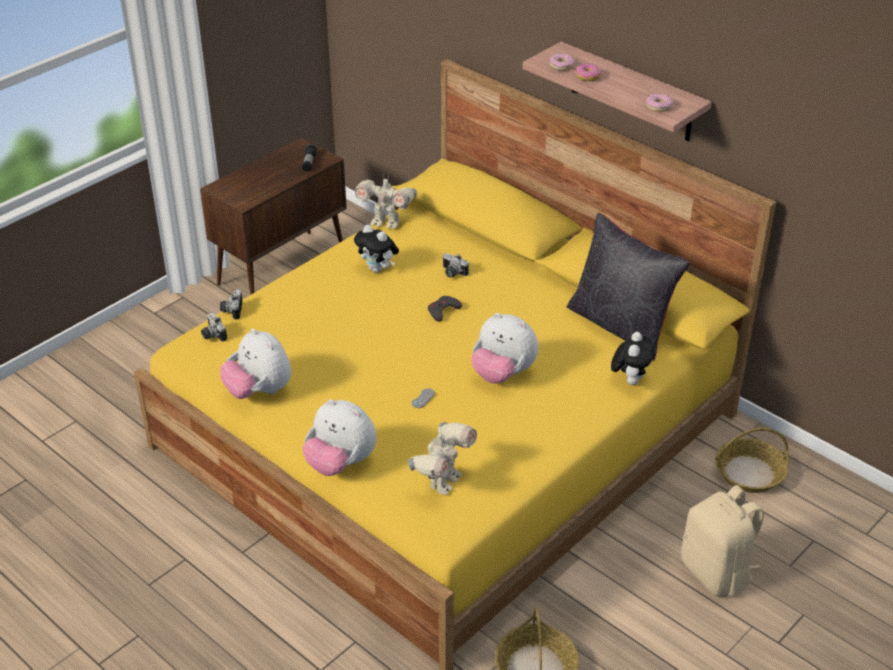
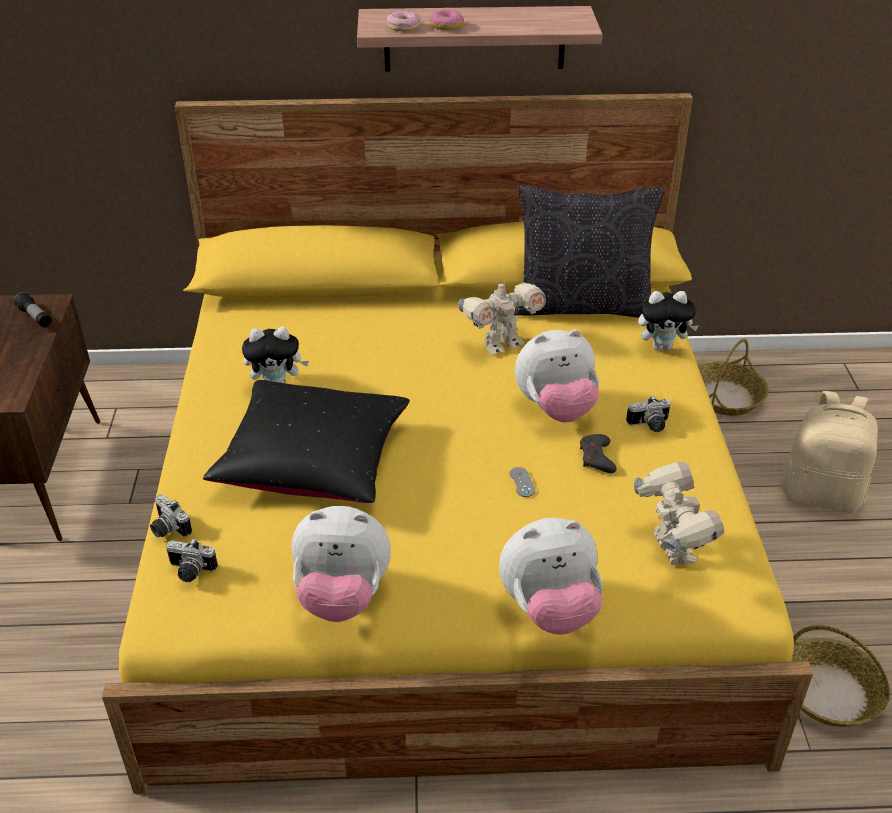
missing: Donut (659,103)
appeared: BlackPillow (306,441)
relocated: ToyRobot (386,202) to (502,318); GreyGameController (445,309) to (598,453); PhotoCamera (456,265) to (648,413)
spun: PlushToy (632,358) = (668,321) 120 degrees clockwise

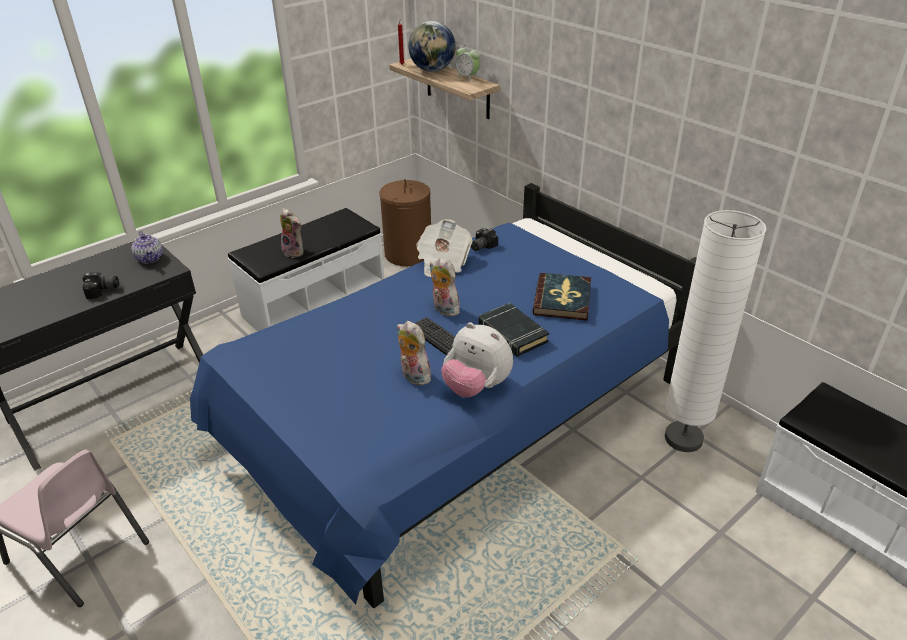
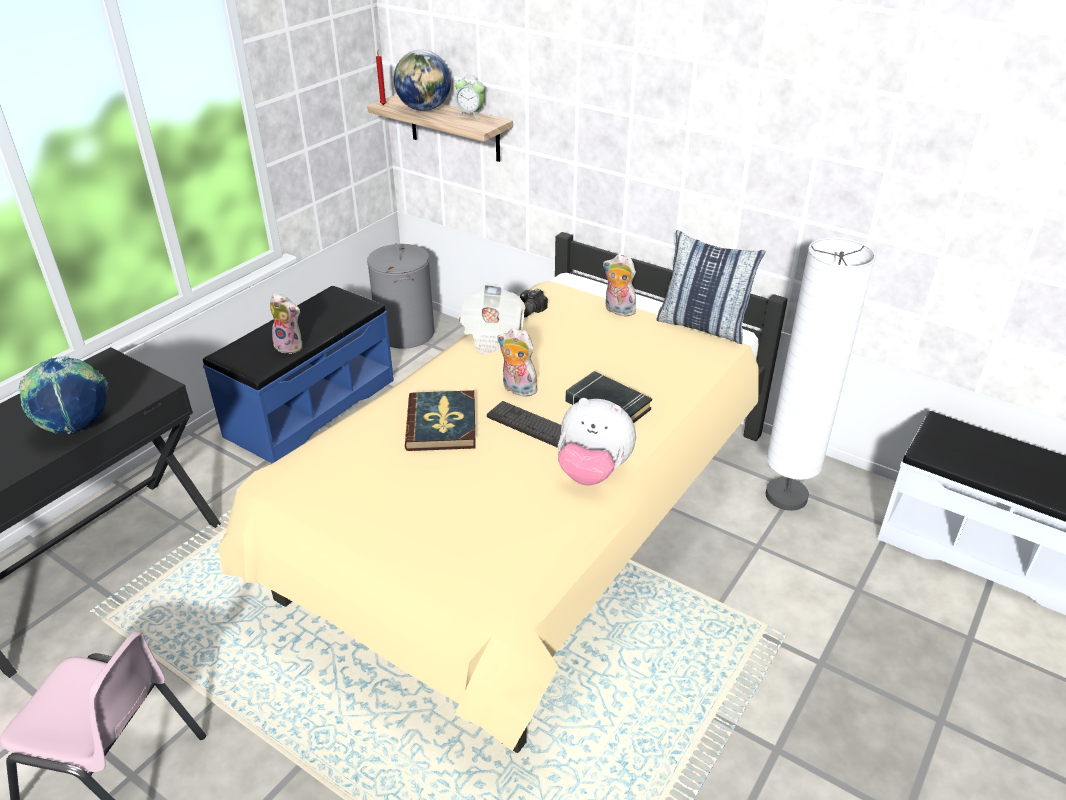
missing: Teapot (147,247)
appeared: Pillow (711,287)
relocated: PlushToy (415,353) to (619,285); Book (562,297) to (440,420)
exchanged: PhotoCamera (100,285) to Globe (64,395)
colour: BlueBed (443,395) to BeigeBed (503,492); WhiteBench (306,269) to BlueBench (298,375); BrownLaundryBasket (405,222) to GreyLaundryBasket (401,296)

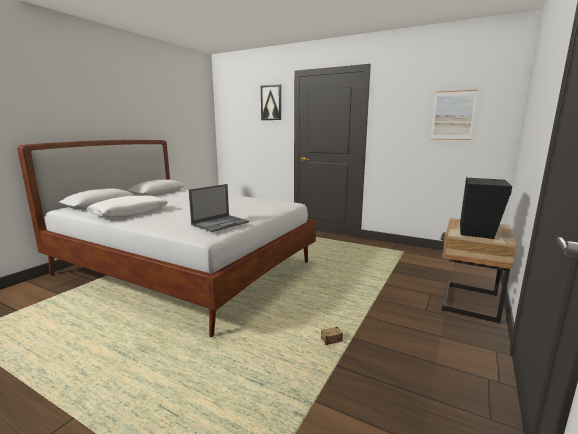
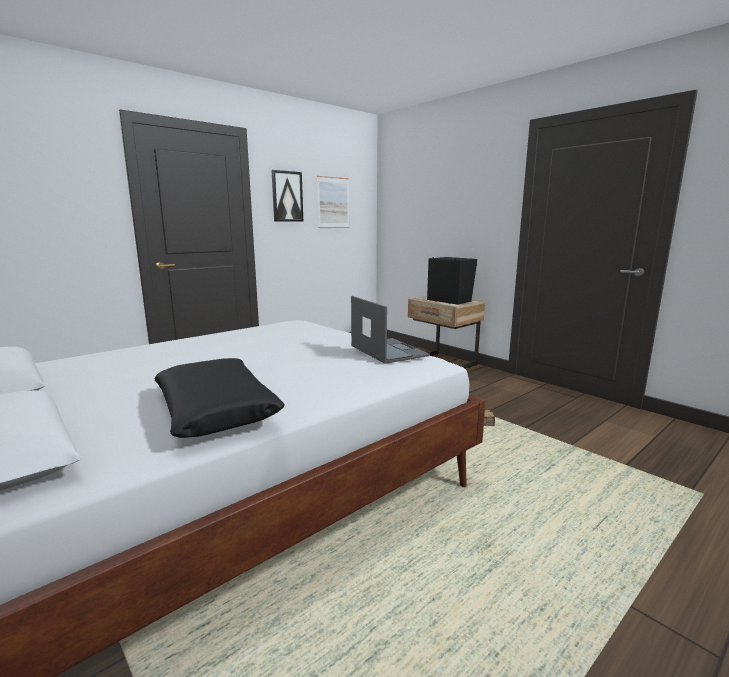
relocated: Picture (271,102) to (287,195)
colour: WhitePillow (127,206) to BlackPillow (219,398)

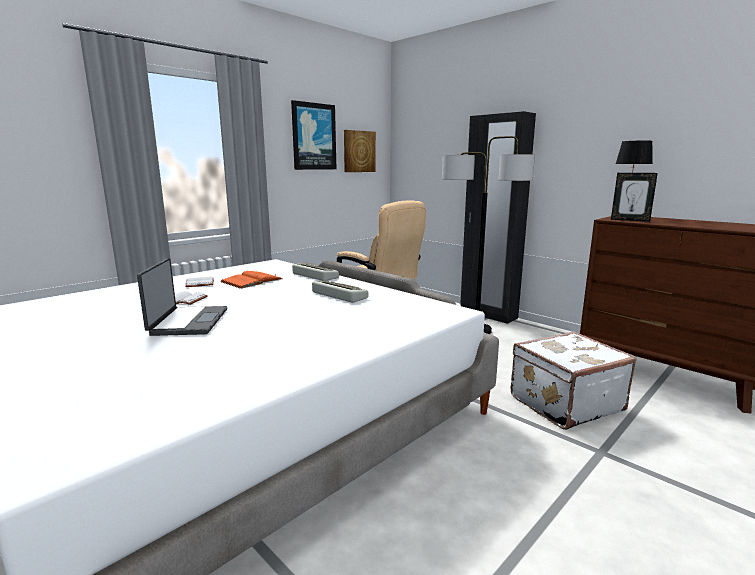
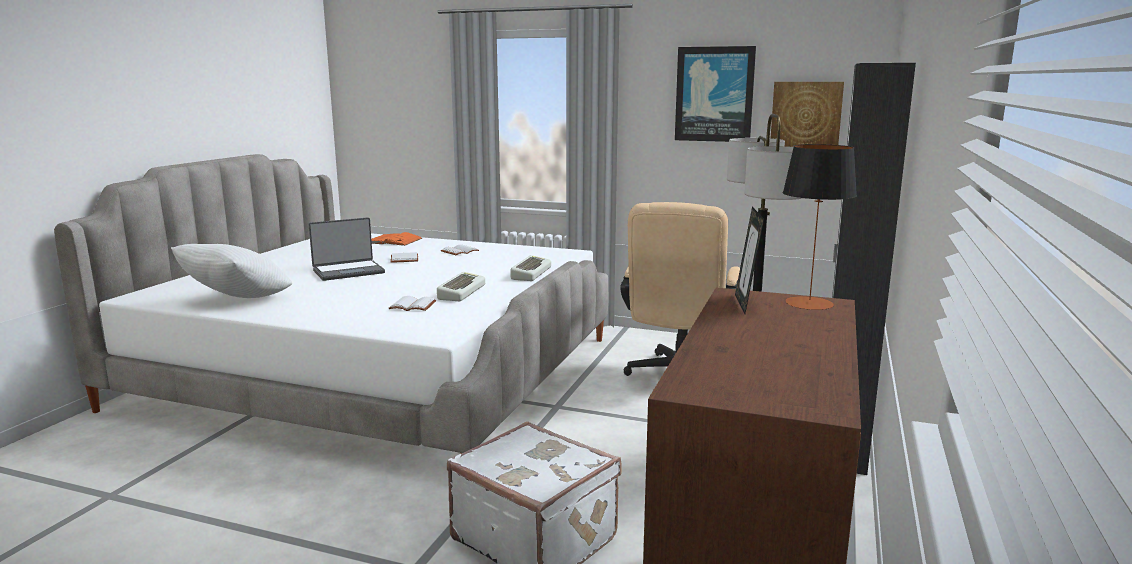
appeared: WhitePillow (232,271); WhiteBook (412,303)
relocated: OrangeBook (251,280) to (396,239)

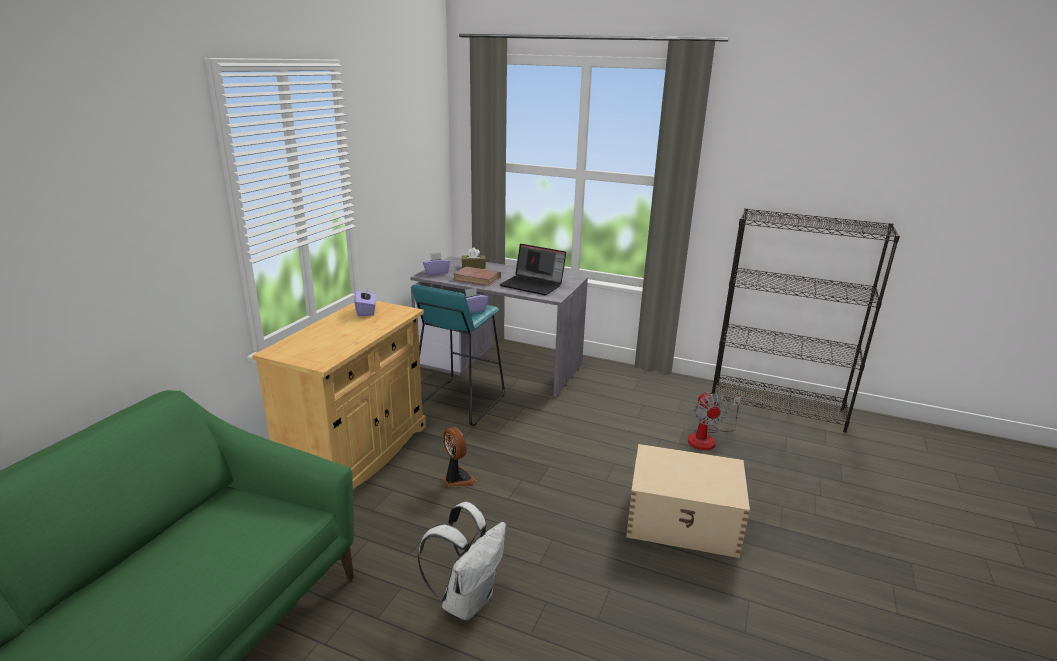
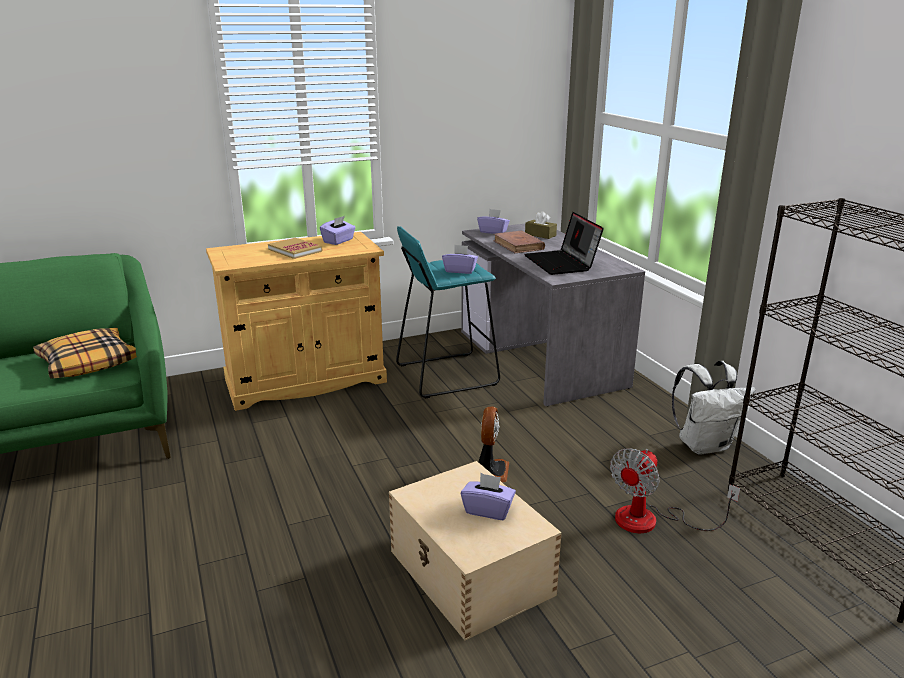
appeared: Pillow (85,353); Book (295,248); PurpleTissueBox (488,496)
relocated: WhiteBackpack (462,561) to (714,408); Fan (459,457) to (493,445)

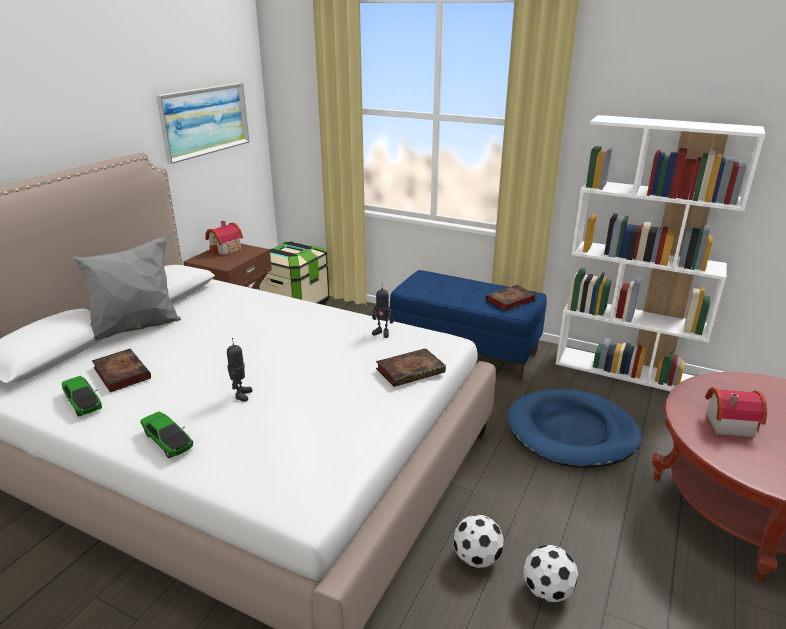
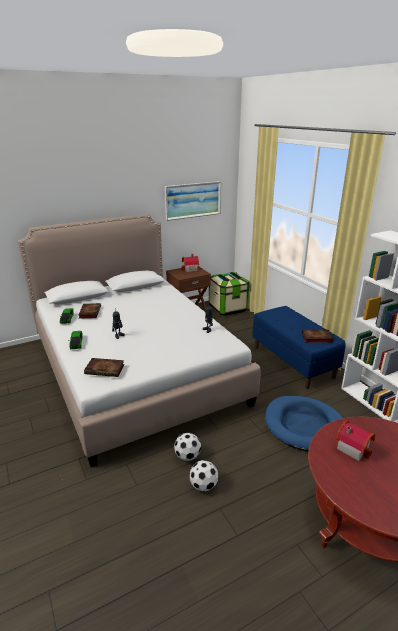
missing: GreyPillow (126,289)
relocated: Book (411,367) to (104,367)

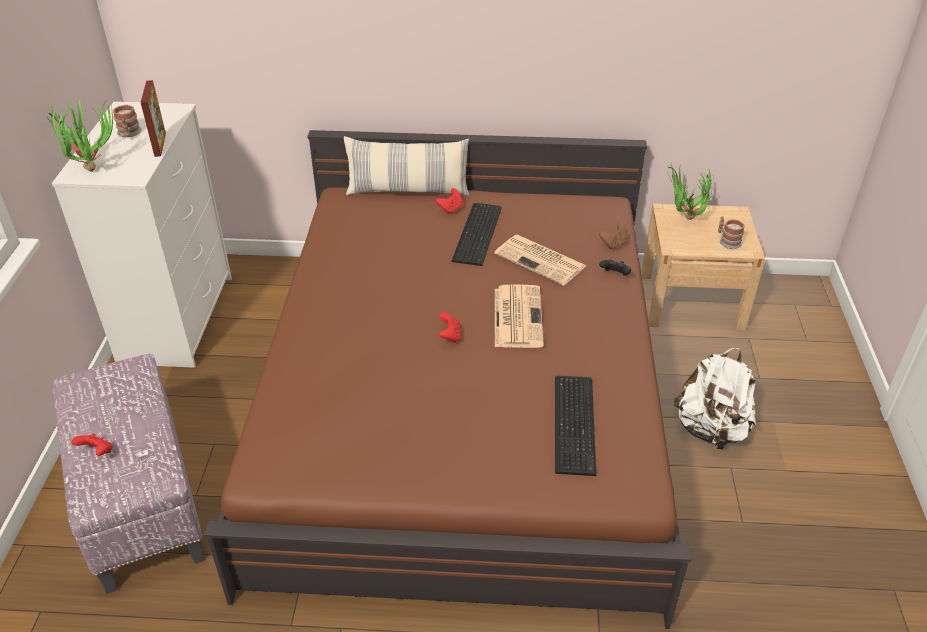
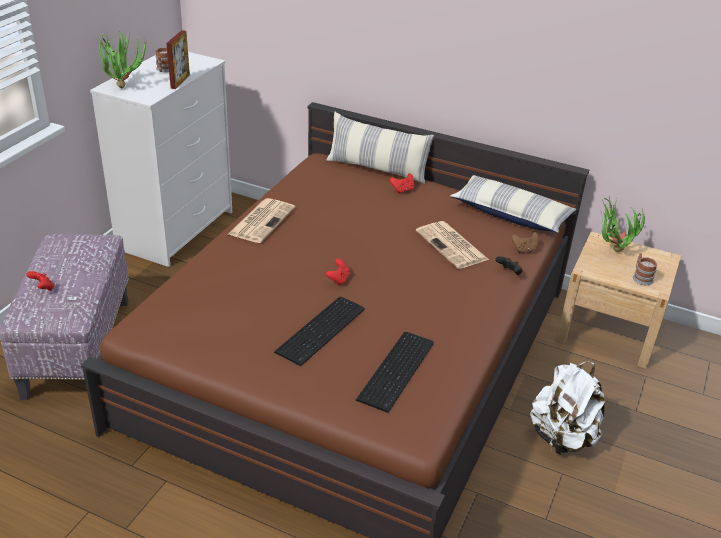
appeared: Pillow (513,204)
relocated: Keyboard (476,234) to (319,331); Newspaper (519,316) to (261,220)

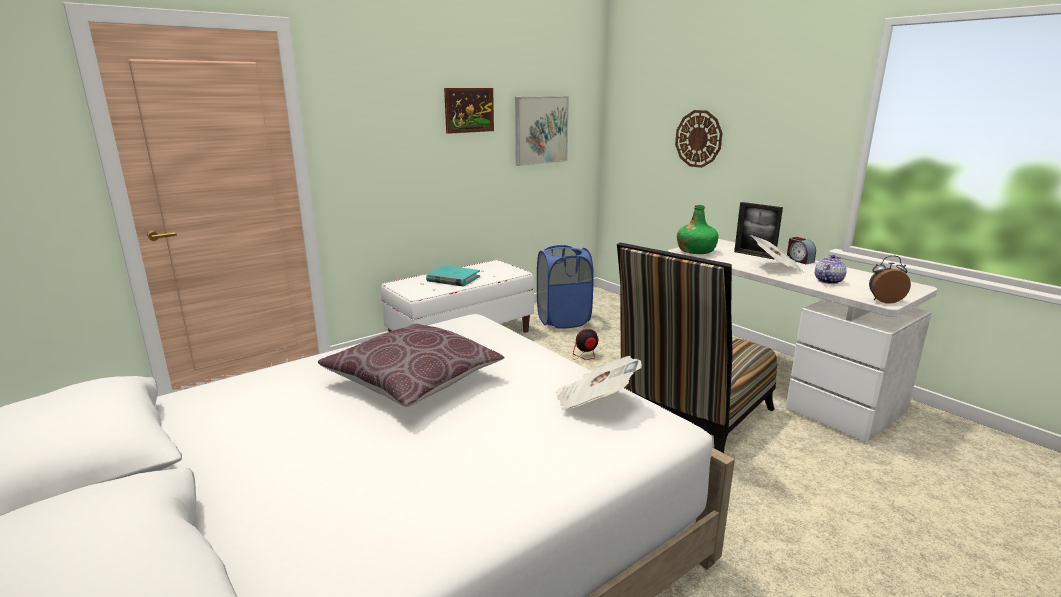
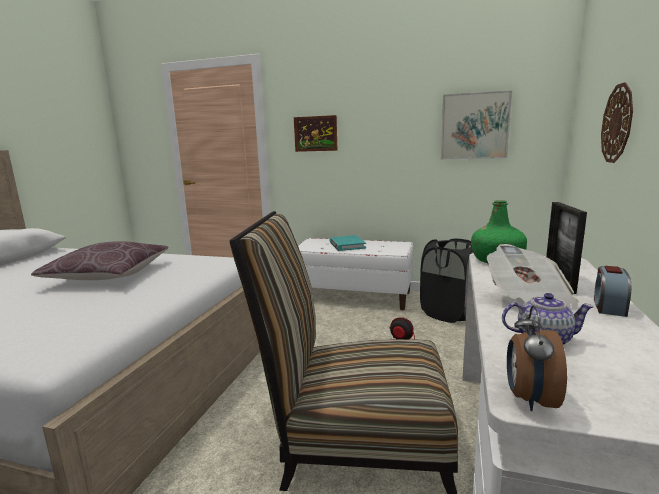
missing: Newspaper (599,383)
relocated: Picture (469,111) to (315,133)
colour: BlueLaundryBasket (565,287) to BlackLaundryBasket (446,280)
spun: AlarmClock (890,279) = (537,358) 135 degrees counterclockwise

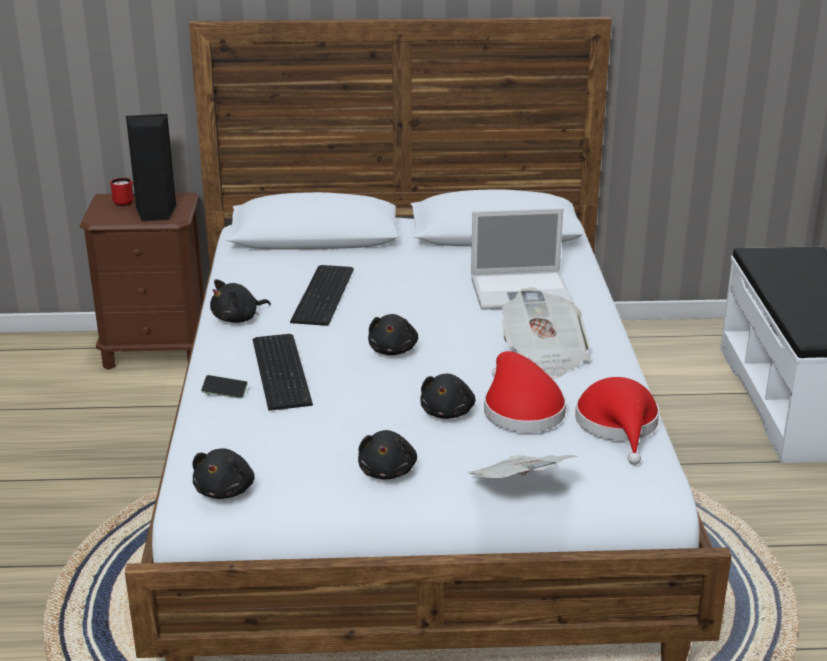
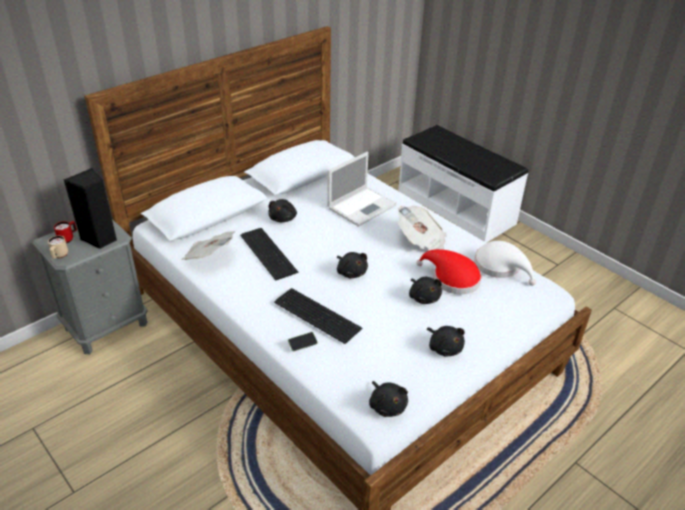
appeared: BeigeMug (58,247)
relocated: BlackPlushToy (240,301) to (282,210); Newspaper (522,466) to (208,245)
colour: BrownNightstand (142,281) to GreyNightstand (90,286); RedHat (617,421) to WhiteHat (505,263)

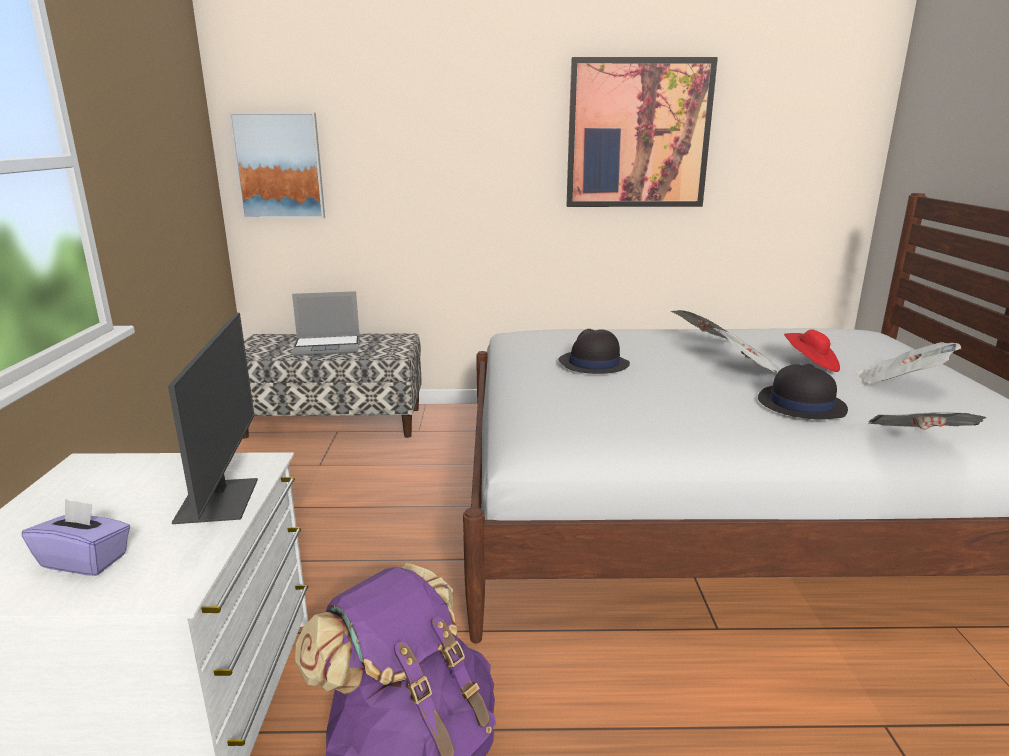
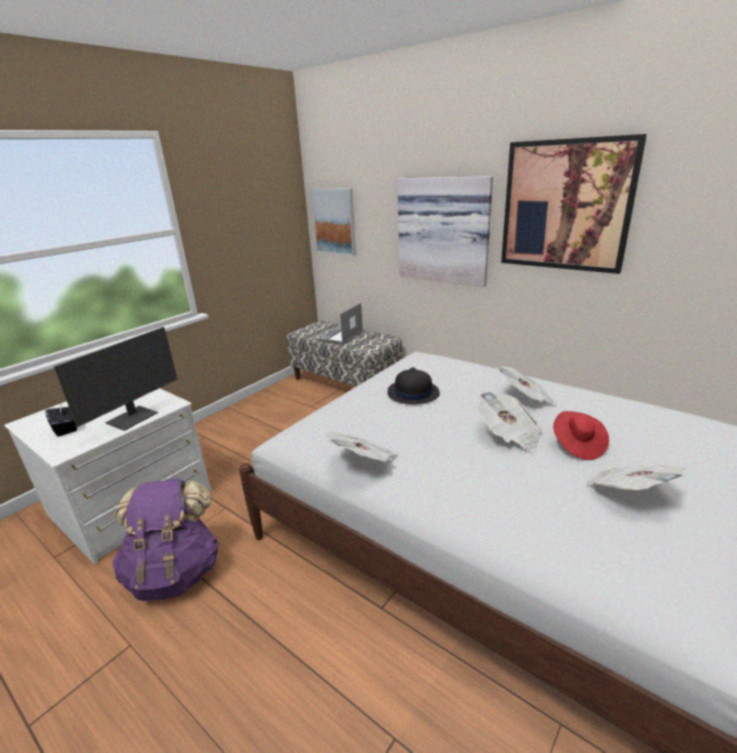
missing: BlackHat (803,391)
appeared: Picture (445,231)
relocated: Newspaper (927,421) to (361,447)
colour: PurpleTissueBox (76,537) to BlackTissueBox (61,421)
spun: Laptop (325,323) = (340,323) 90 degrees clockwise

